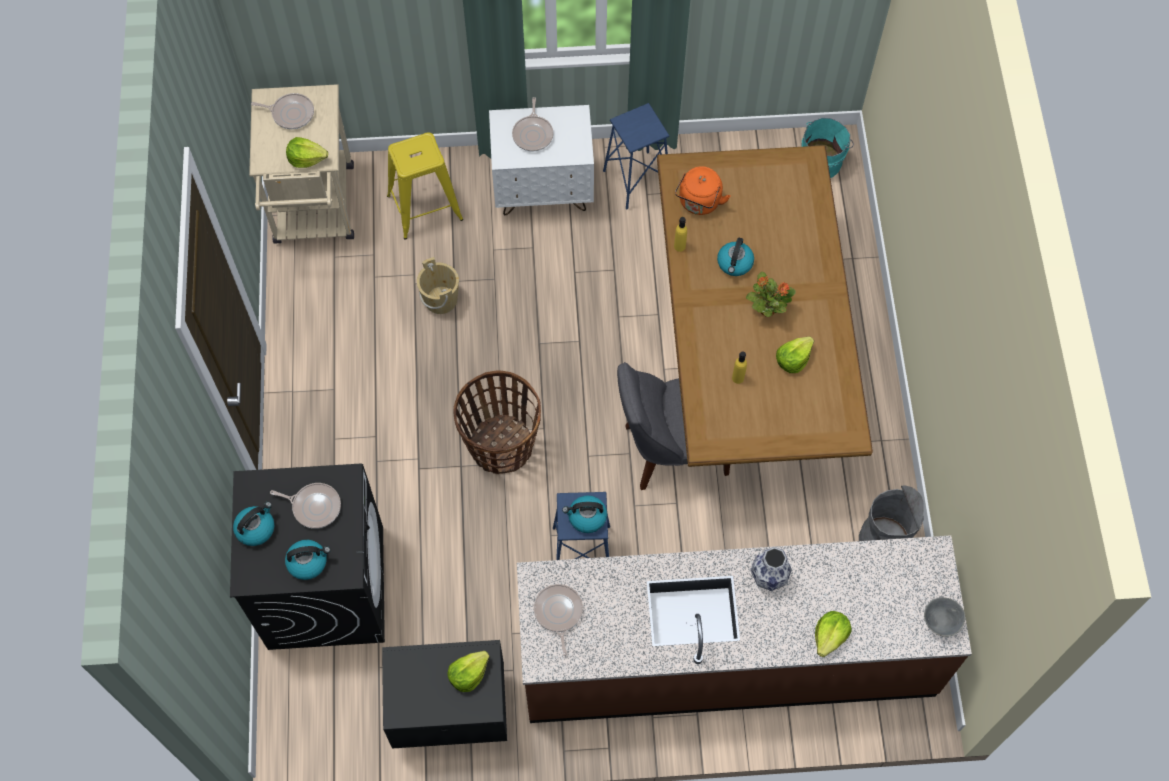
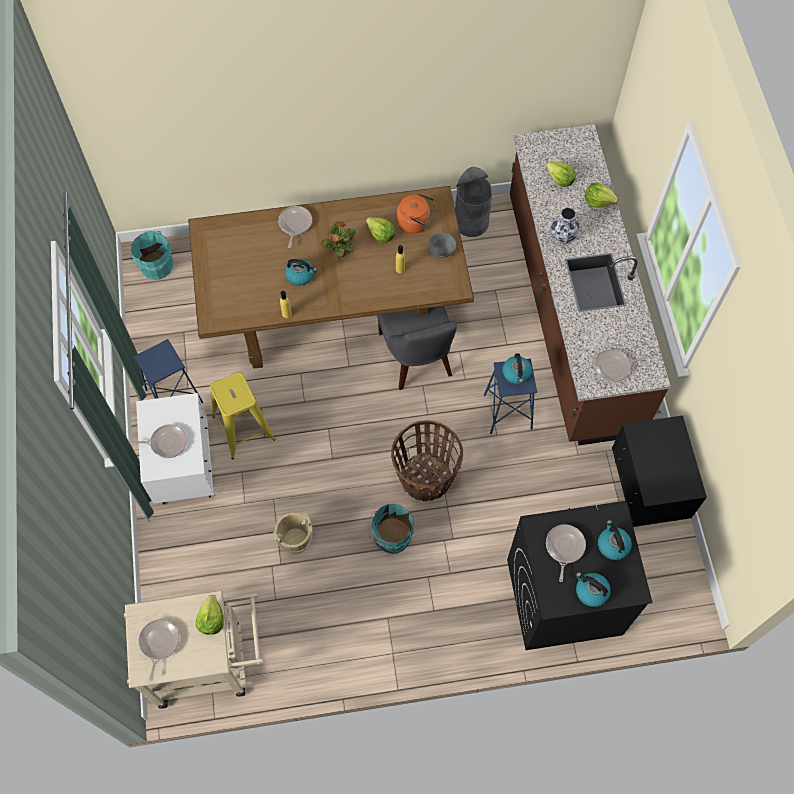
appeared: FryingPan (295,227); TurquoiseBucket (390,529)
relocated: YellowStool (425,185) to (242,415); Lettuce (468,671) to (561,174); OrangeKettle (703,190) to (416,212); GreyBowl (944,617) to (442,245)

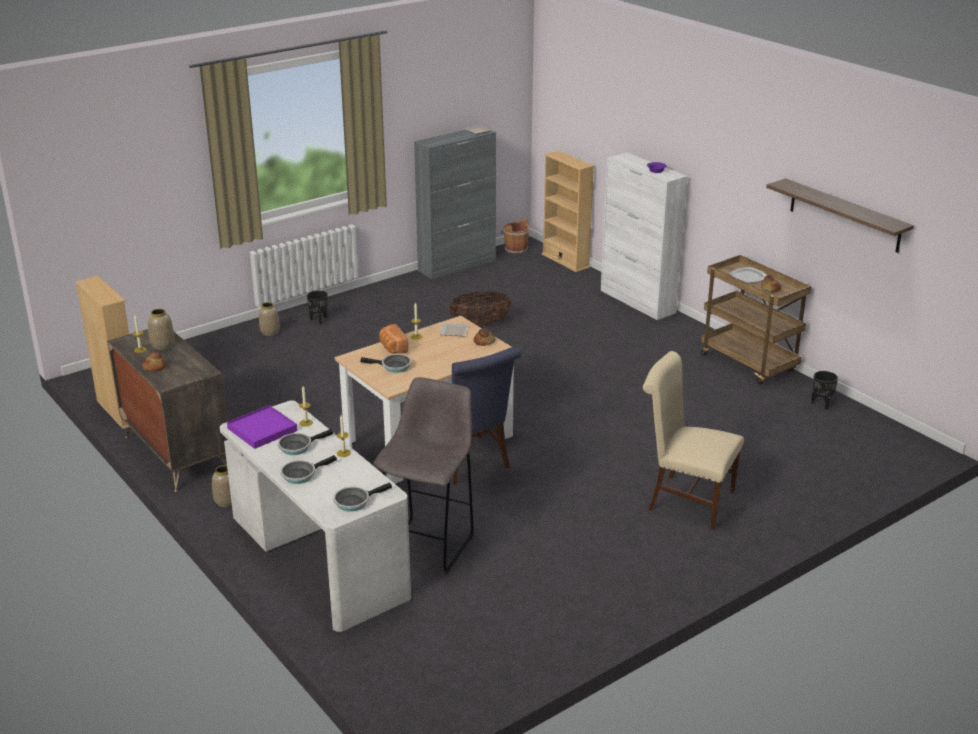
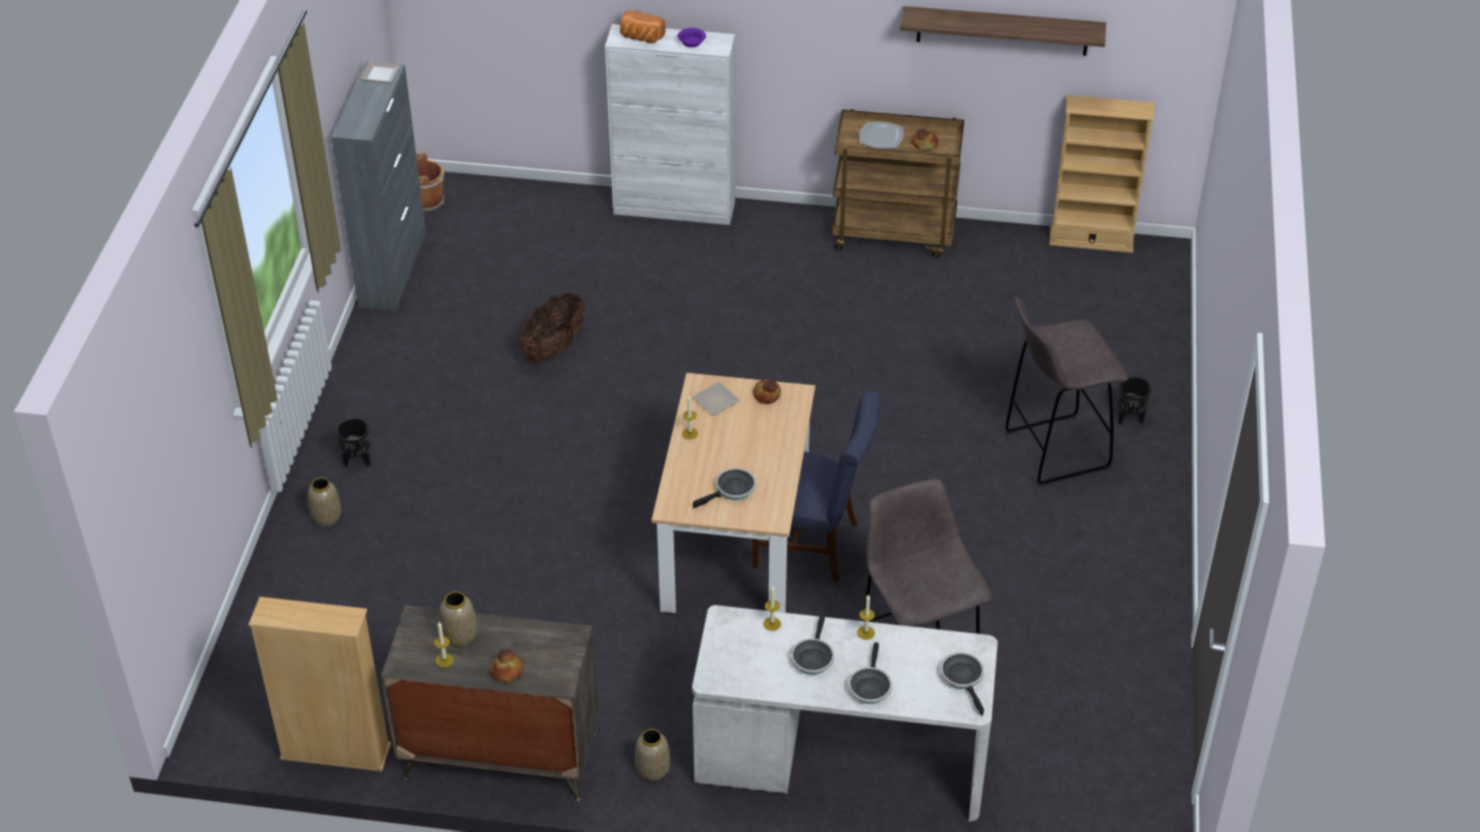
missing: PurpleTray (262,427)
relocated: Bread (393,339) to (643,26); BeigeBookcase (568,211) to (1102,174); BlackPlanter (824,390) to (1134,400)
exchanged: BeigeChair (693,440) to GreyStool (1066,391)
spun: FryingPan (362,497) = (962,684) 150 degrees clockwise

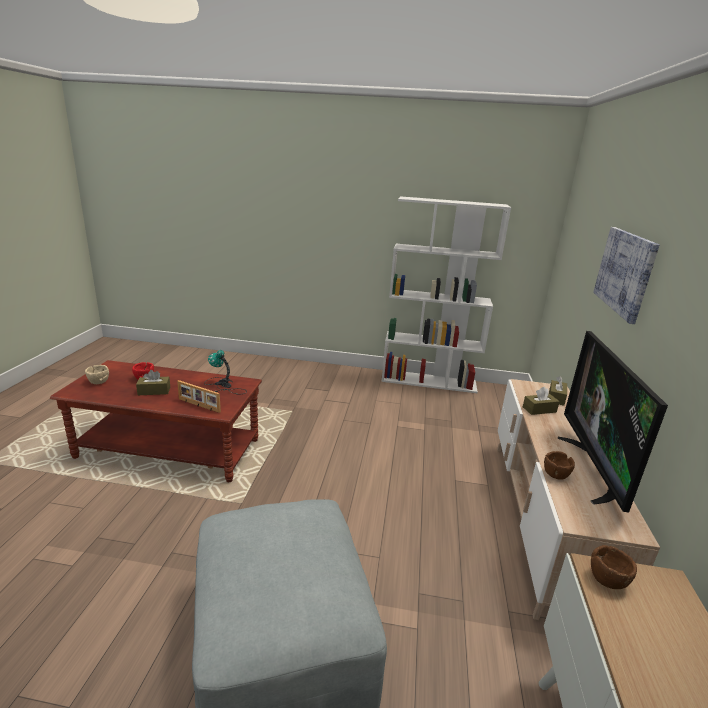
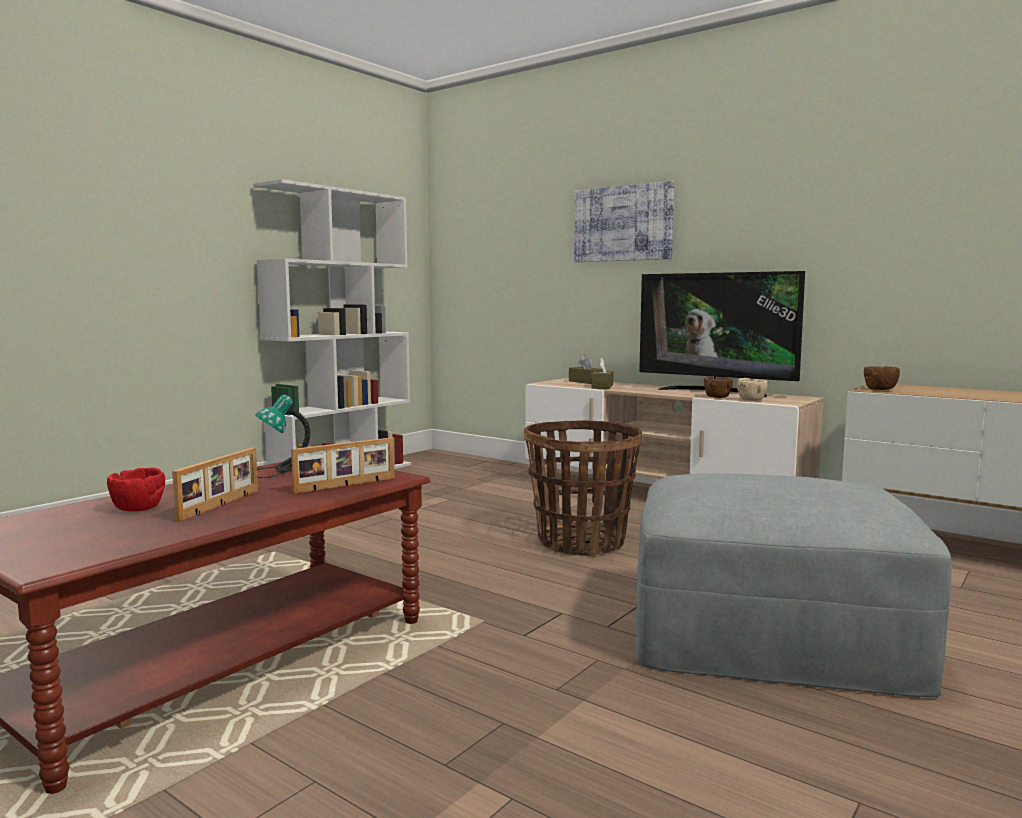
appeared: Basket (583,488)
relocated: BeigeBowl (97,374) to (752,389)
exchanged: BrownTissueBox (153,382) to PictureFrame (215,484)

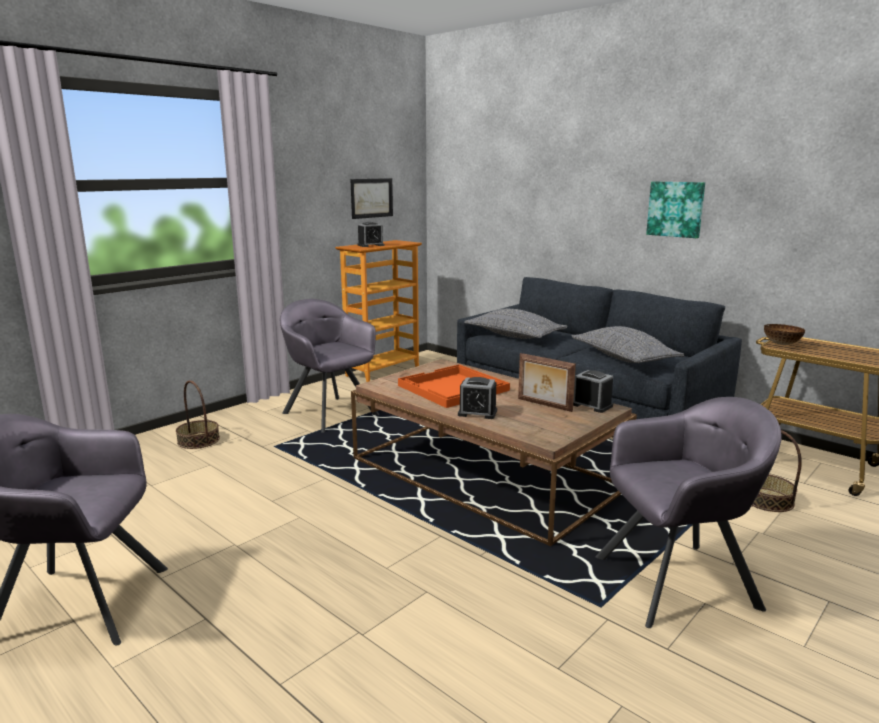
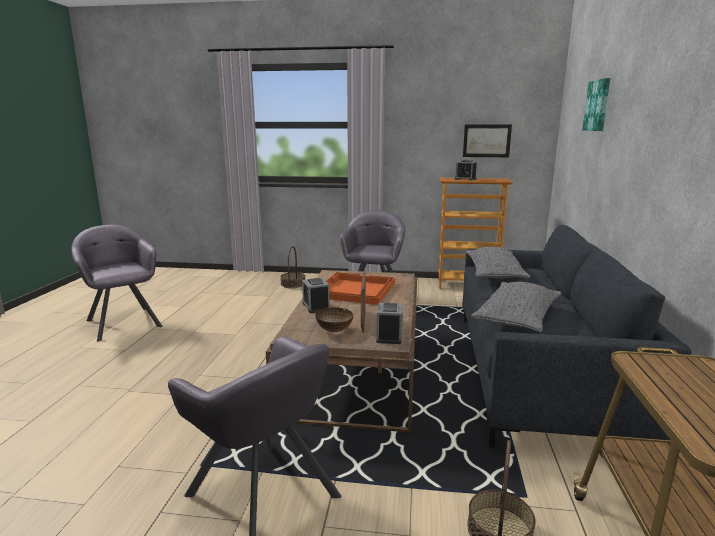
relocated: Picture (675,209) to (596,104); Bowl (785,334) to (334,319)

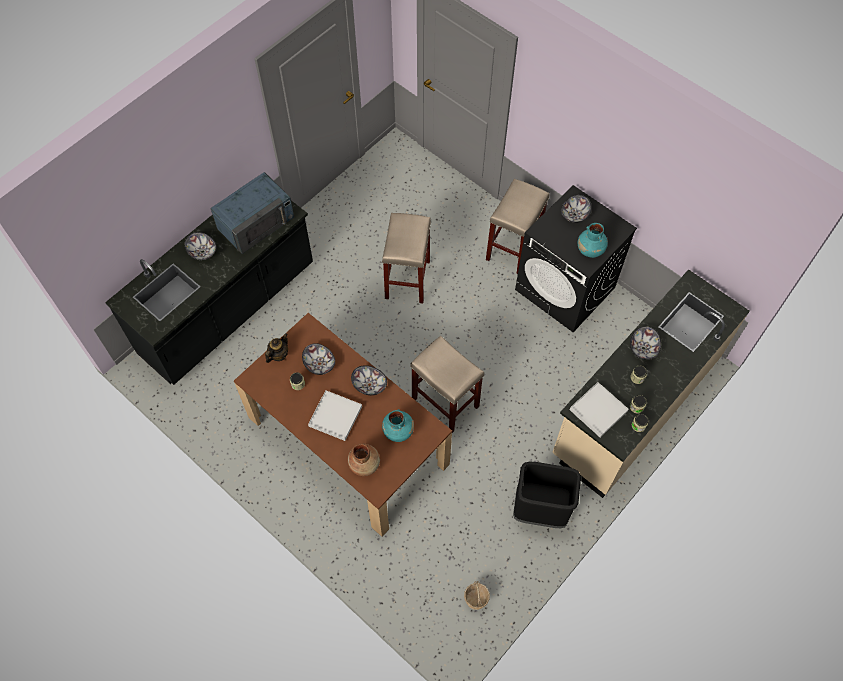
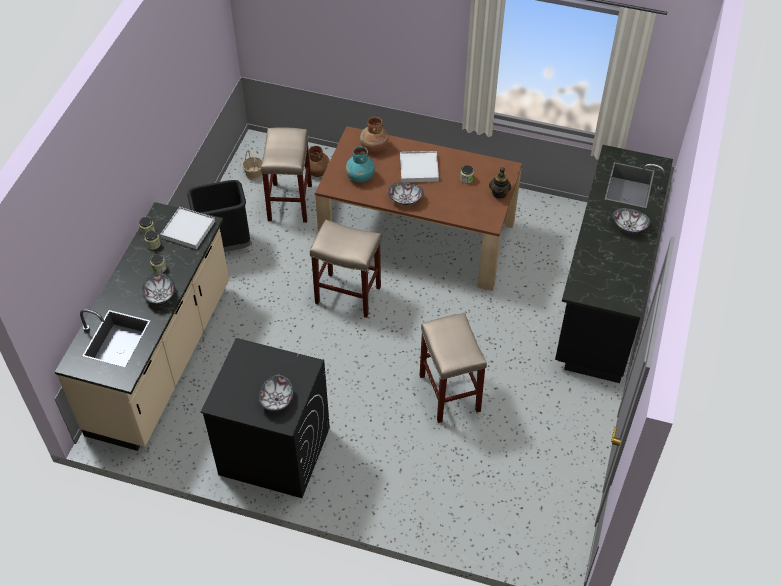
missing: BlueMicrowave (252,213); Bowl (318,359); TurquoiseVase (593,240)
appeared: BrownVase (317,161)
relocated: BeigeStool (517,226) to (286,175)

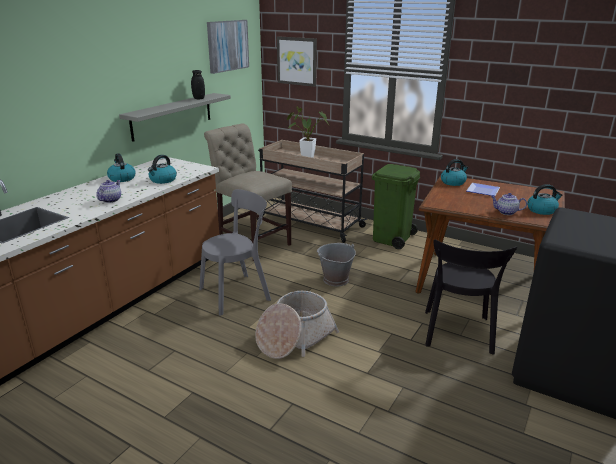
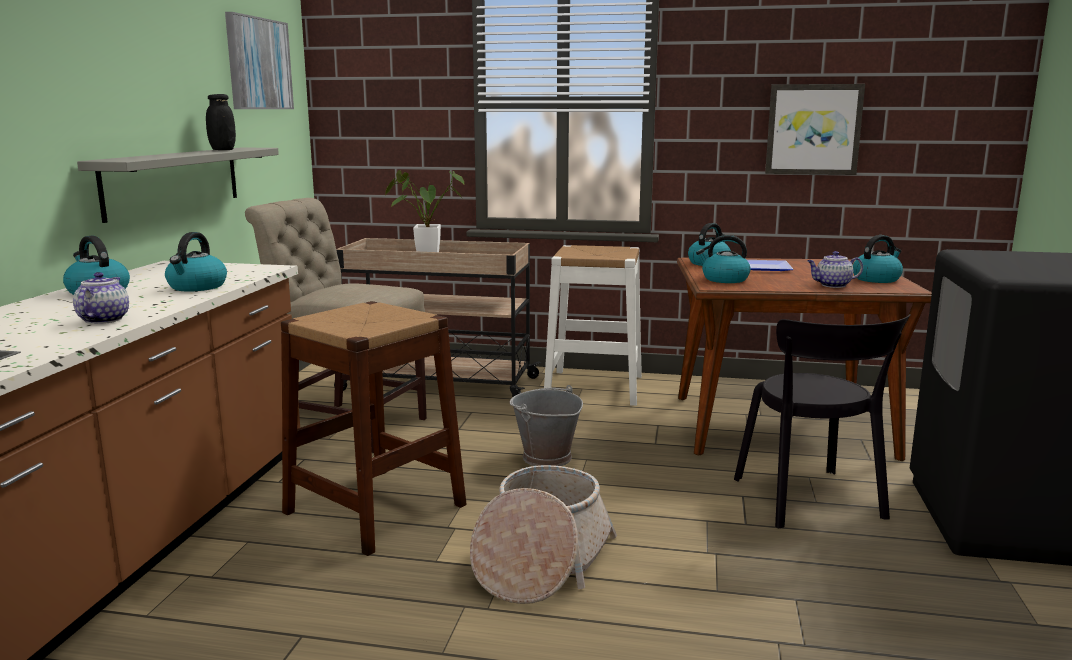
appeared: Kettle (723,259)
relocated: Picture (297,61) to (815,129)
exchanged: GreyChair (235,252) to BrownStool (374,428); GreenTrashCan (396,206) to WhiteStool (593,325)

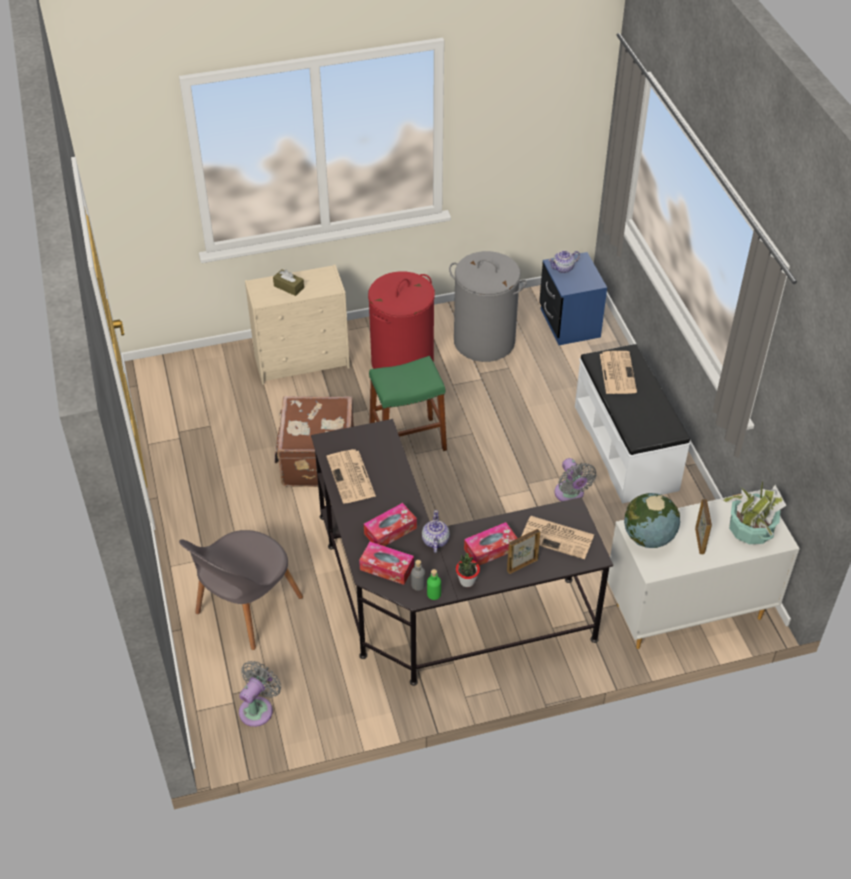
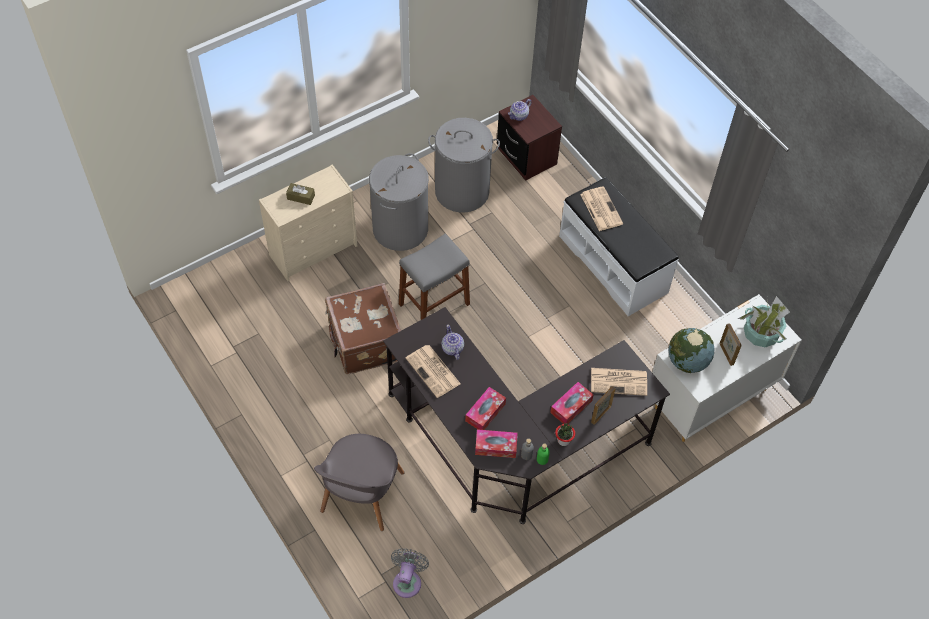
missing: GreyFan (575,479)
relocated: Teapot (436,531) to (452,342)
colour: RedLaundryBasket (401,320) to GreyLaundryBasket (399,202); GreenStool (408,403) to GreyStool (434,277); BlueNightstand (573,298) to BrownNightstand (529,138)

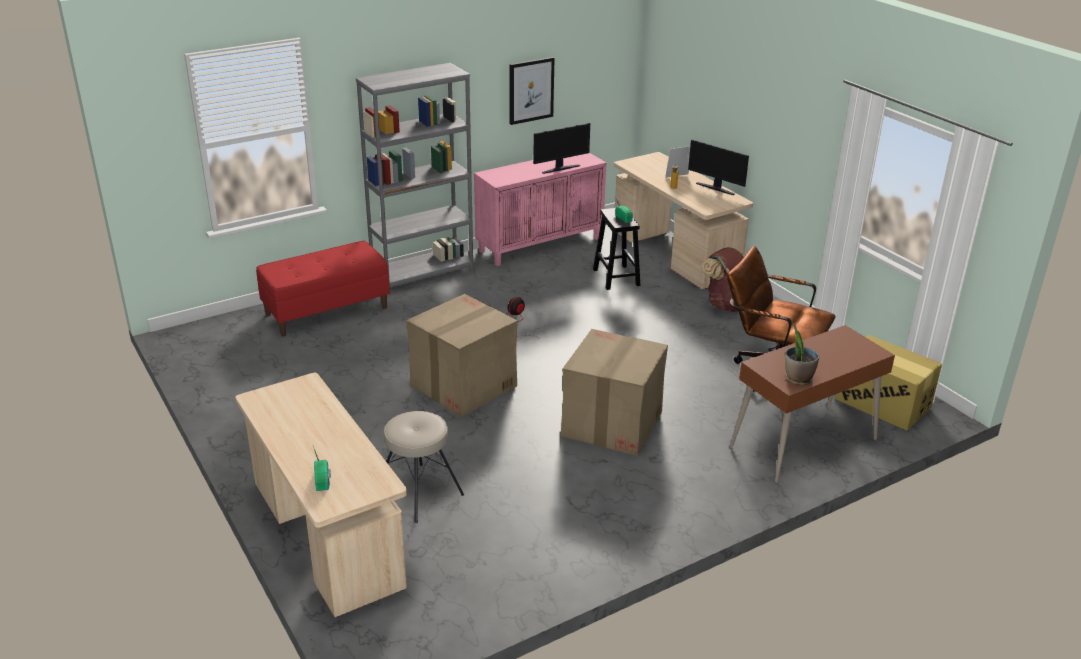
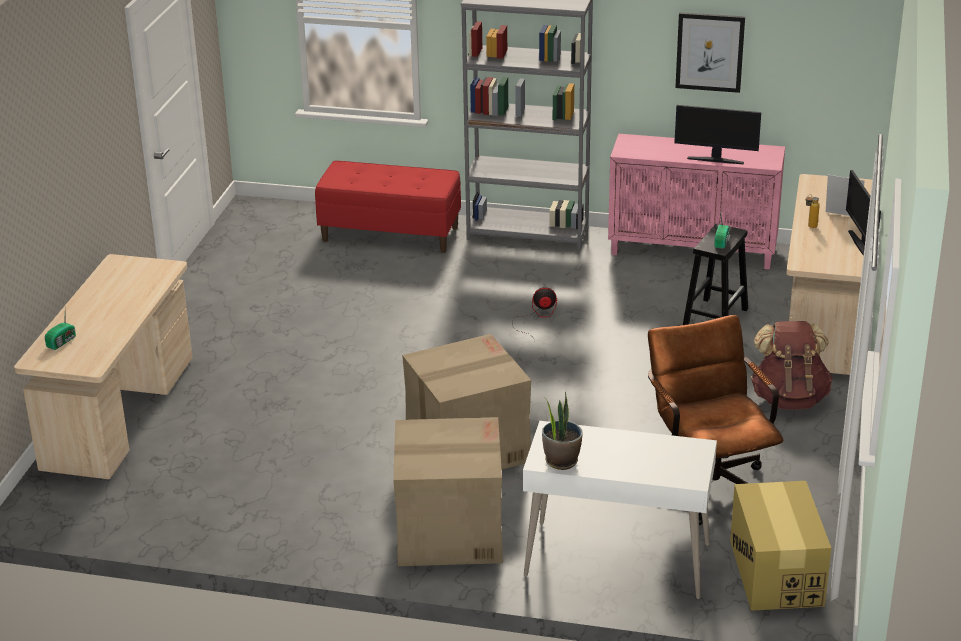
missing: BeigeStool (424,467)
relocated: CardboardBox (462,355) to (448,491)
colour: BrownDesk (812,404) to WhiteDesk (620,510)

